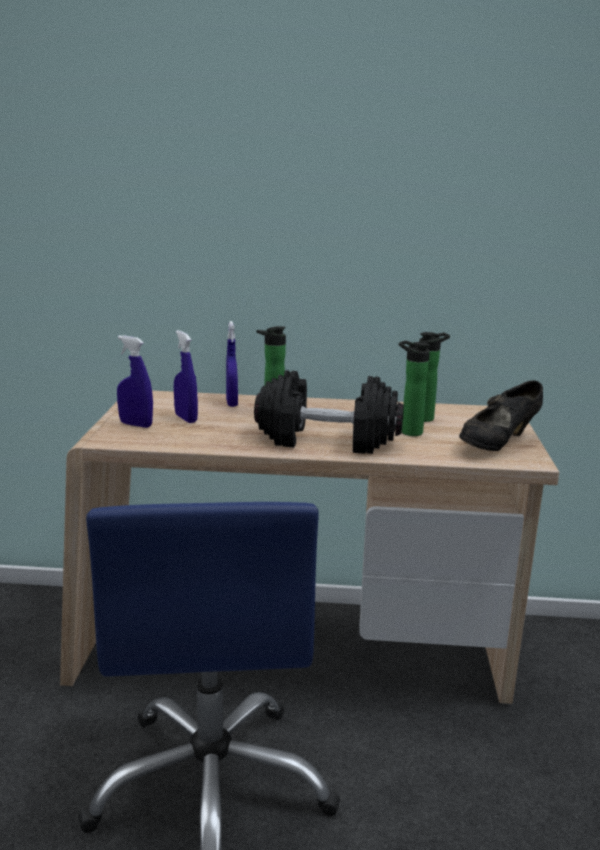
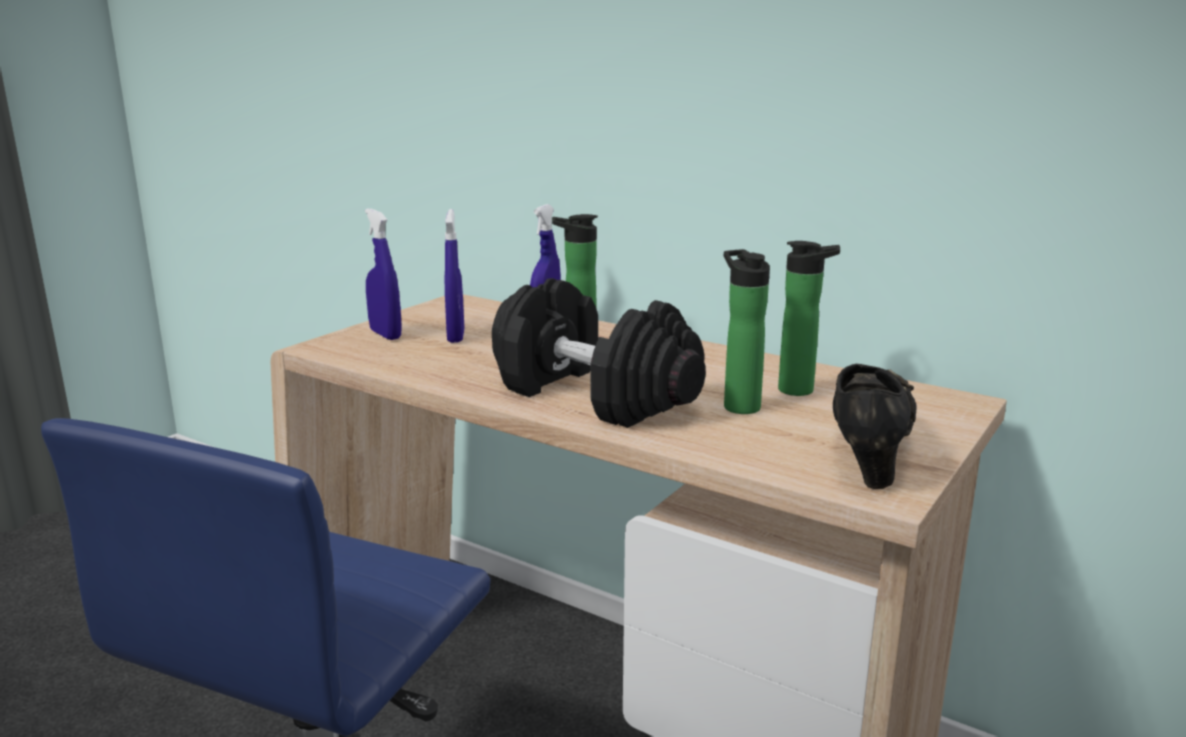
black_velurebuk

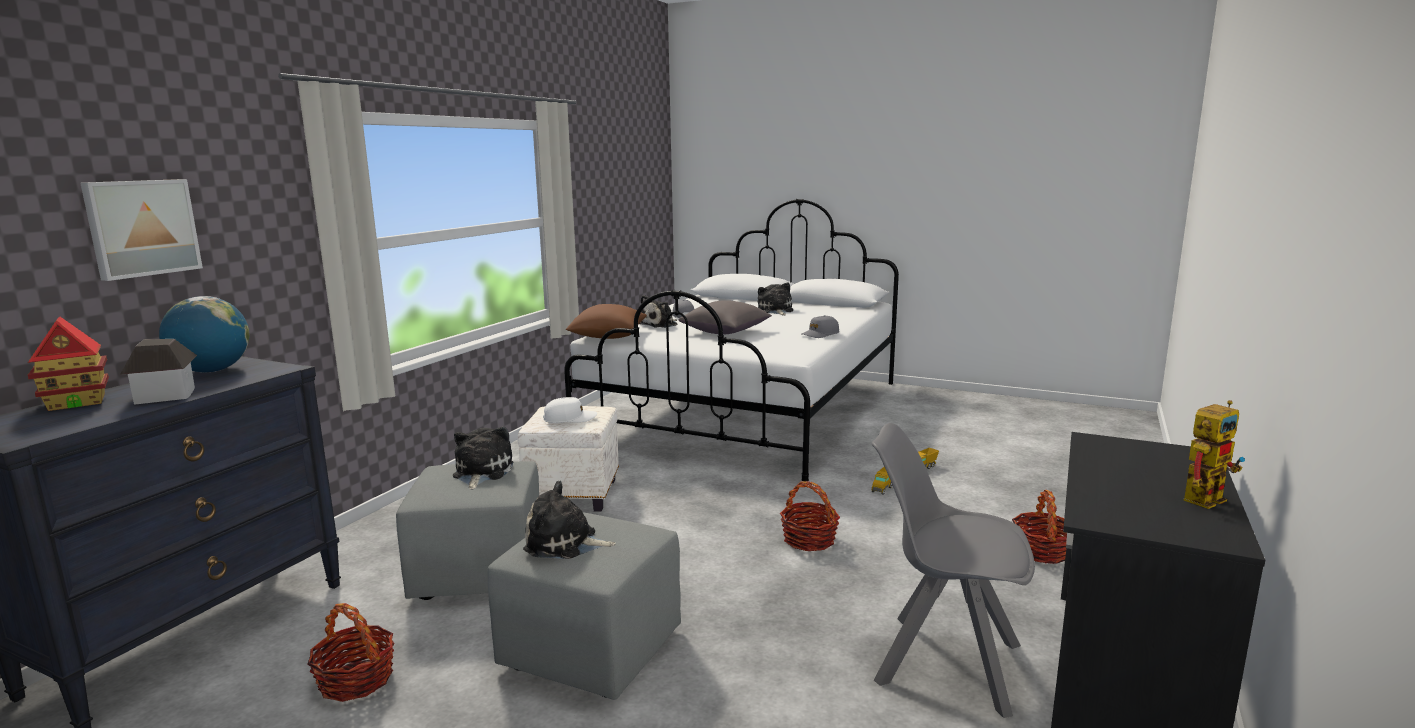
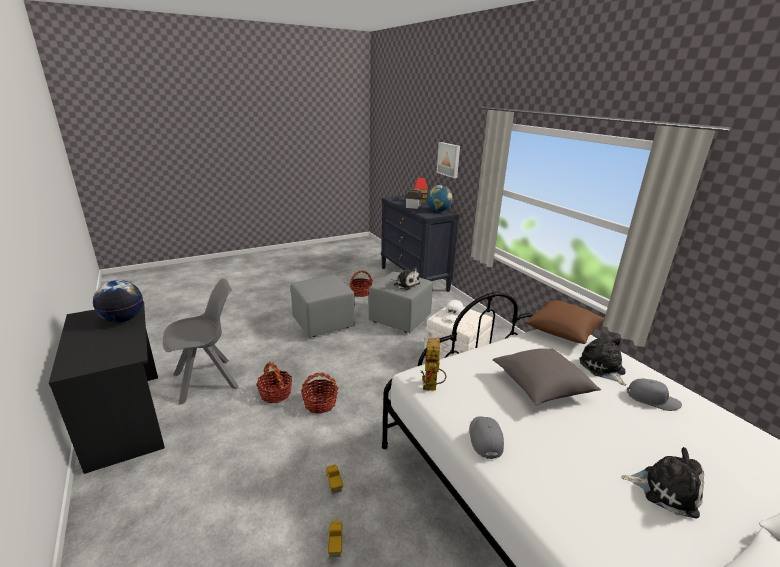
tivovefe (no. 1 from left)
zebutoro (no. 1 from left)
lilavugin
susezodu (no. 2 from left in the first image)

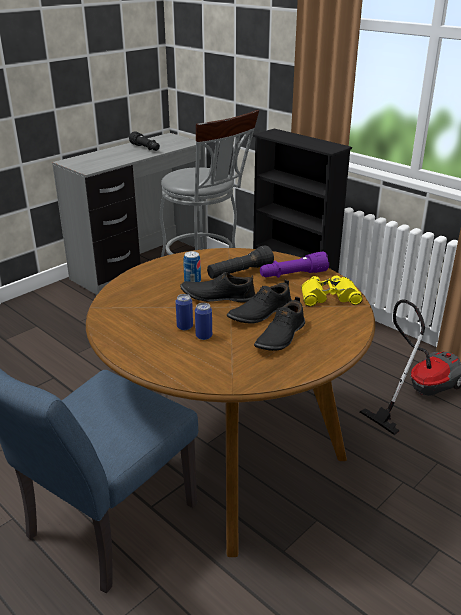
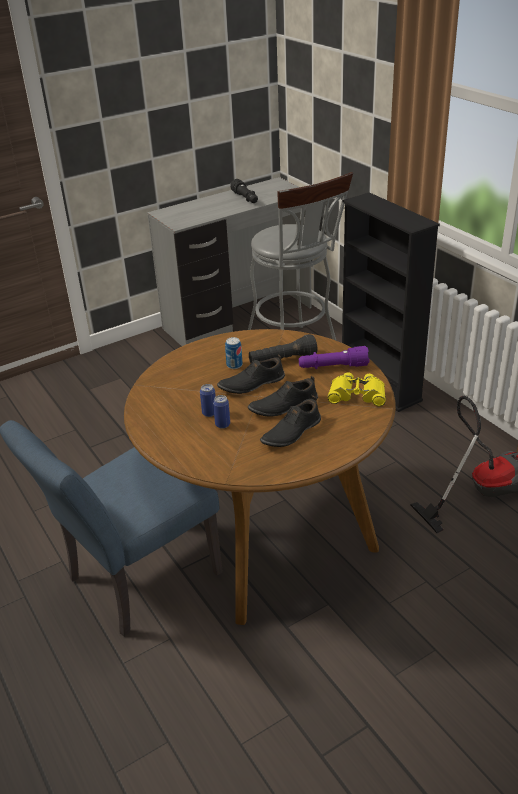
black_velurebuk (no. 1 from left)

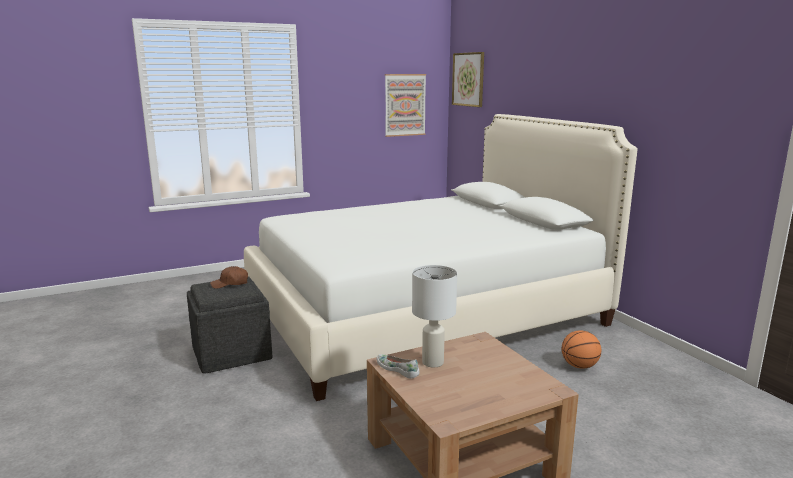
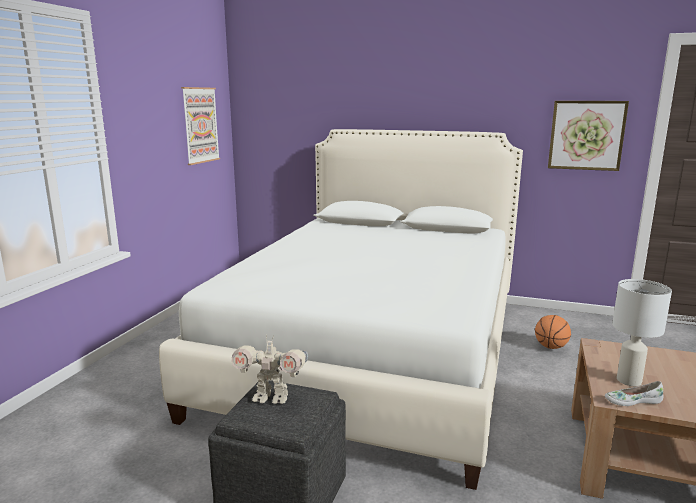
lilavugin
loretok (no. 2 from left)

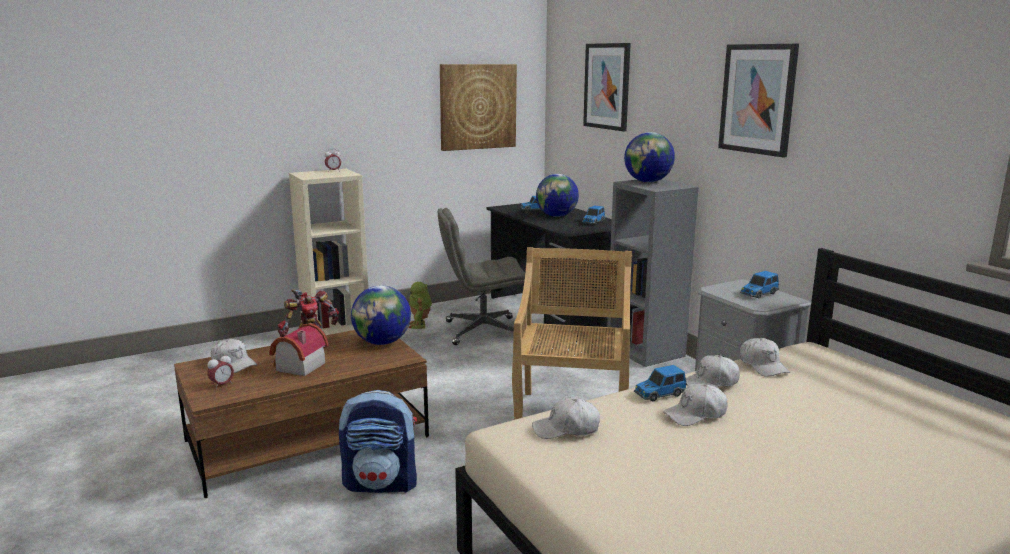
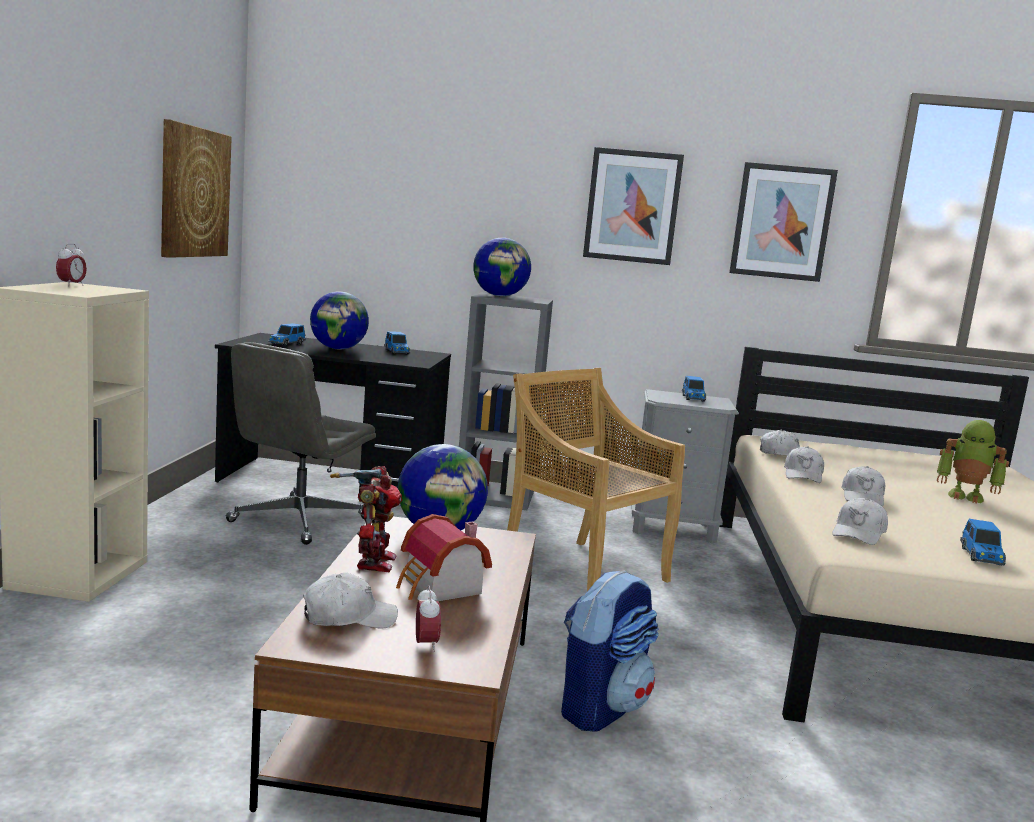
loretok (no. 3 from left)
lilavugin (no. 2 from left)
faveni (no. 4 from left)

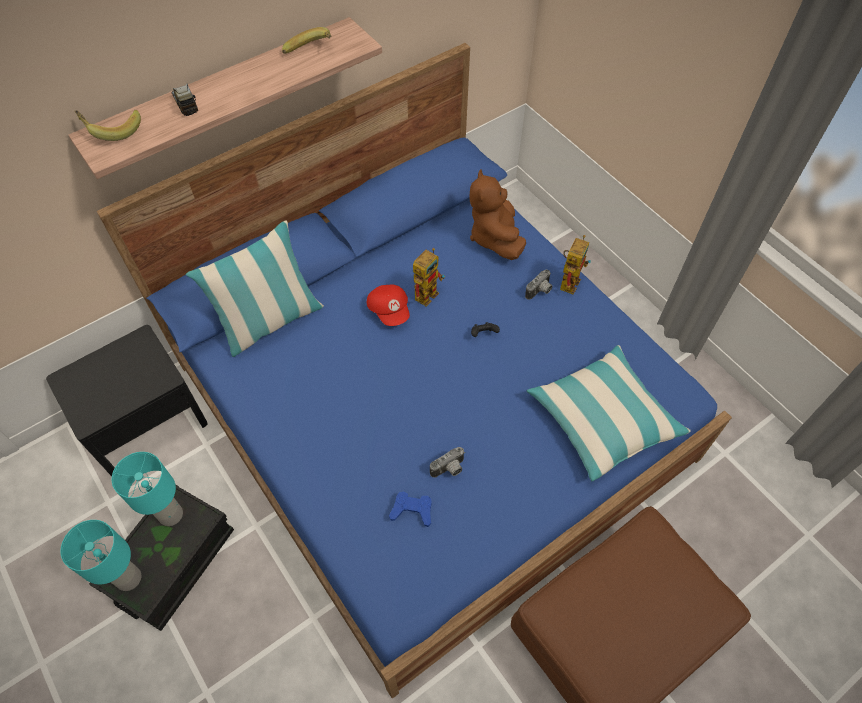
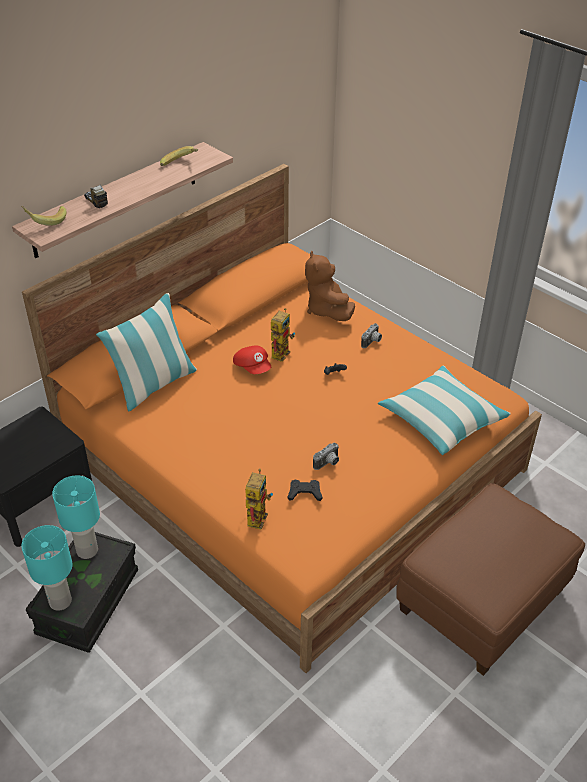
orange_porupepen
lilavugin (no. 1 from left)
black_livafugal (no. 1 from left)

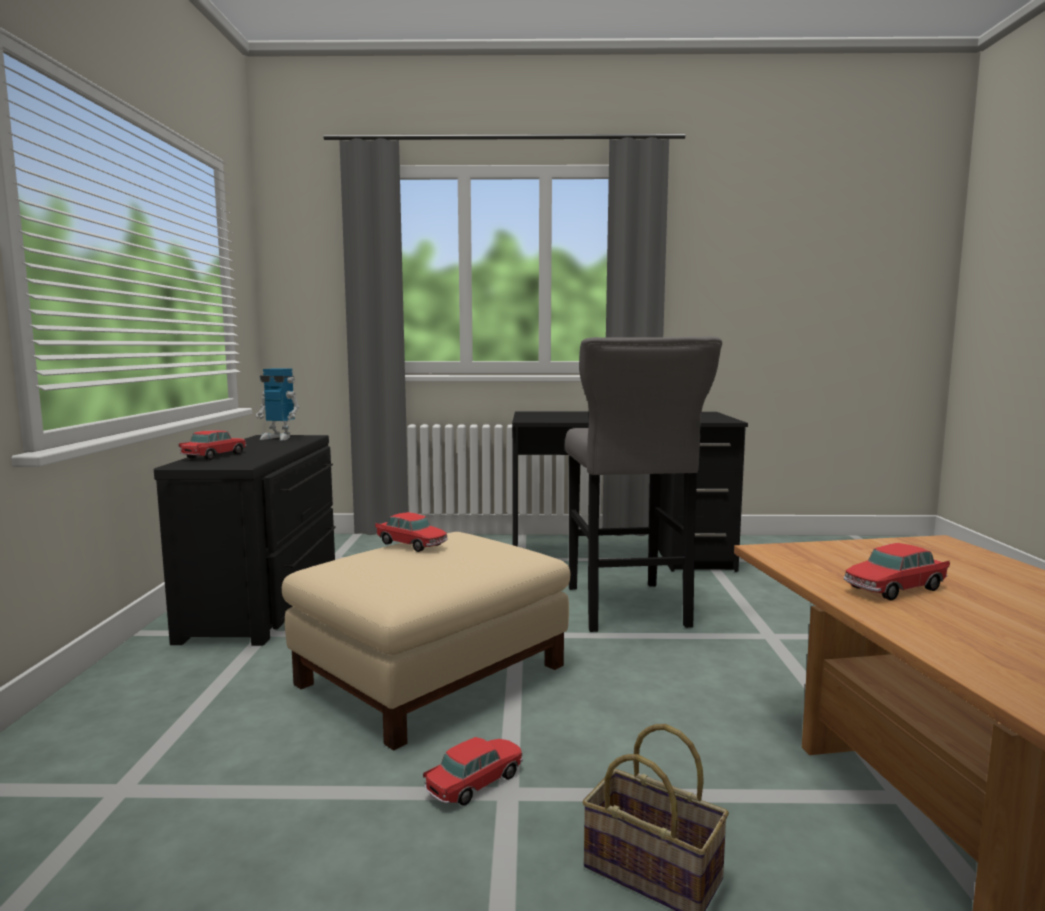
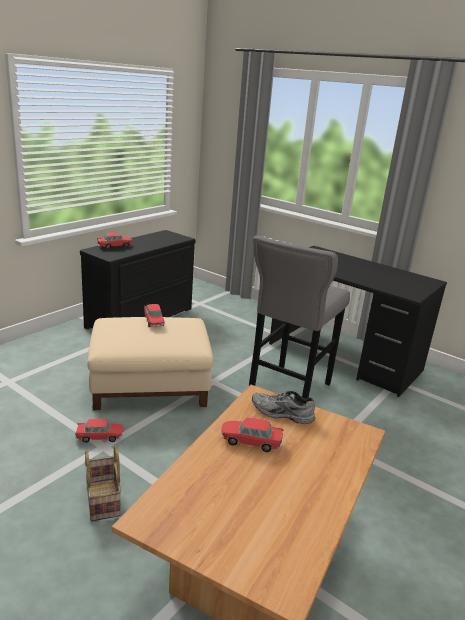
grey_velurebuk
lilavugin

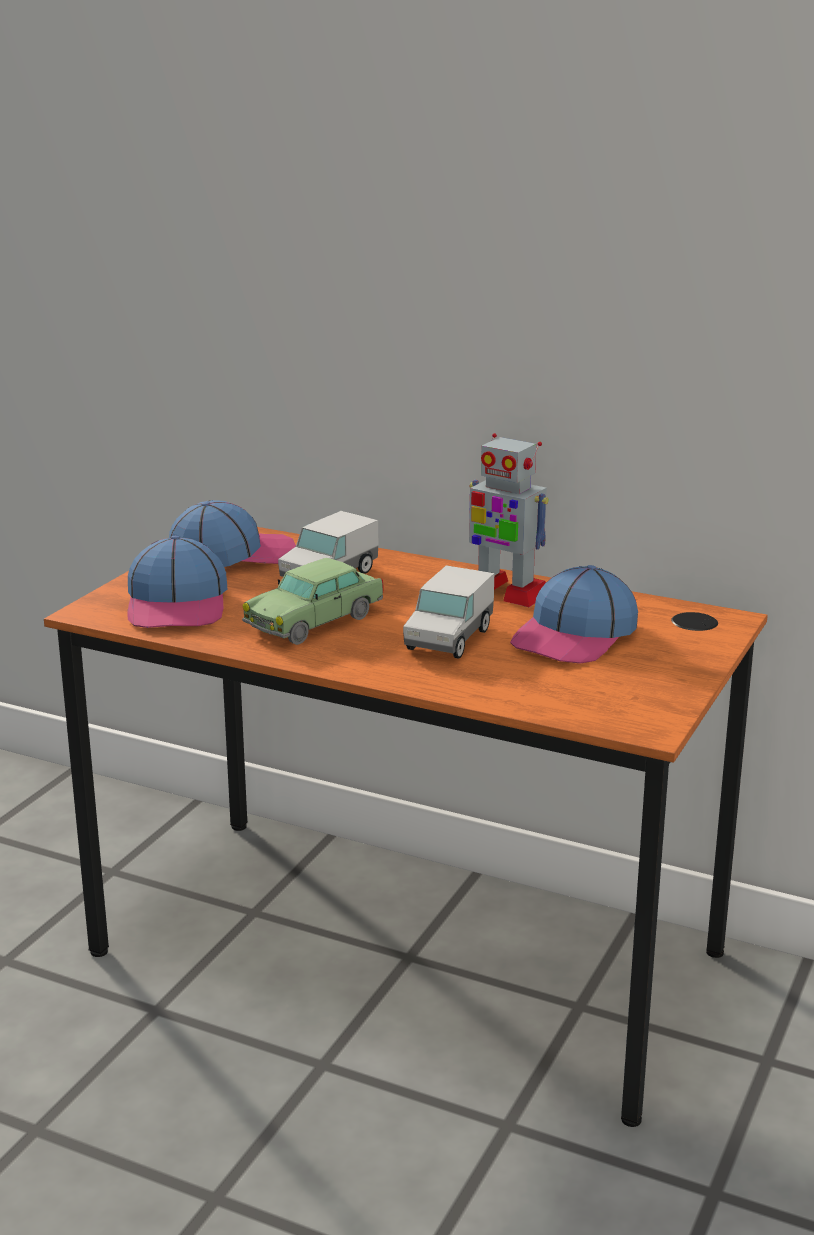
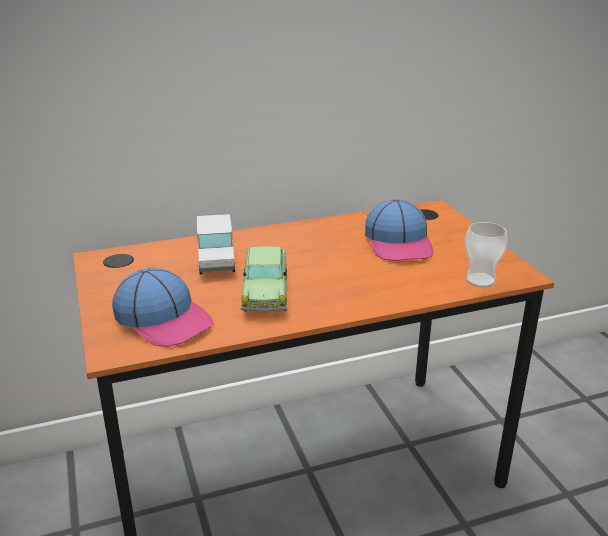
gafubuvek
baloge (no. 2 from left in the first image)
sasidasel (no. 2 from left in the first image)
lilavugin

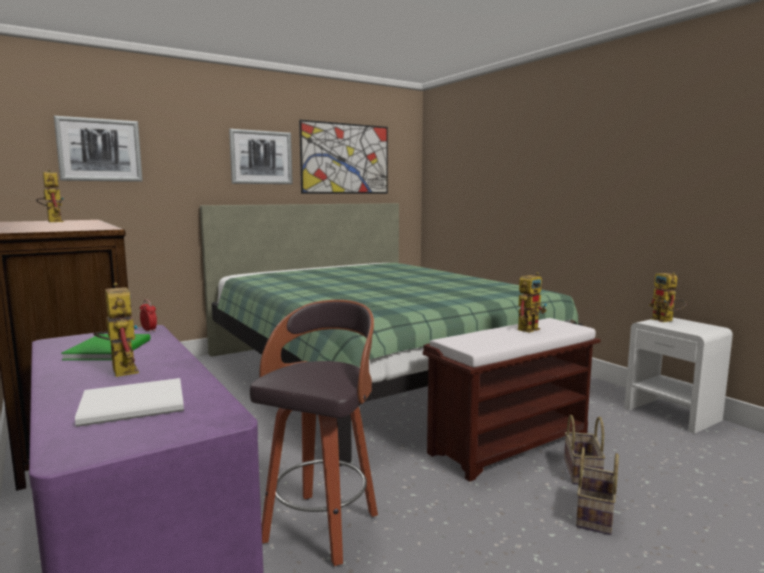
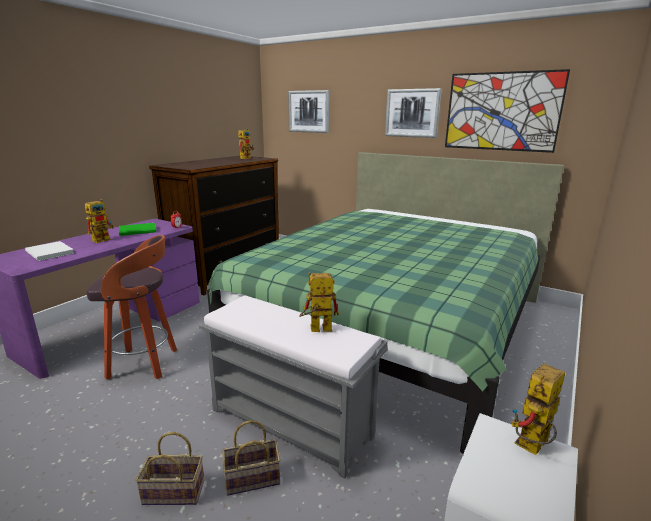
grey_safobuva
lilavugin (no. 3 from left)

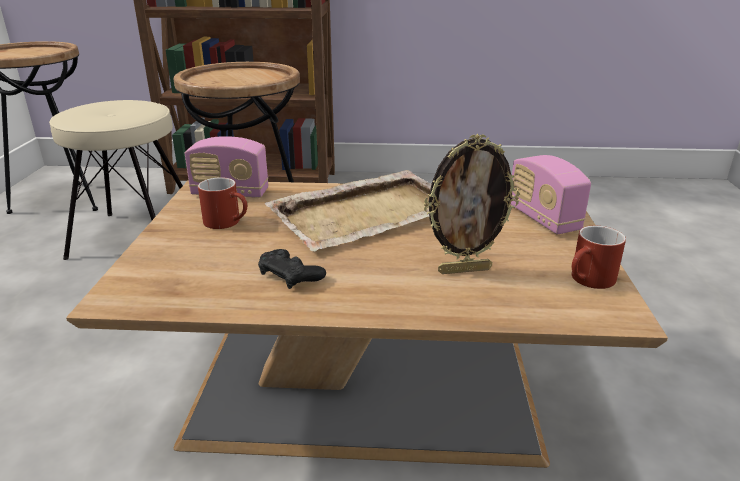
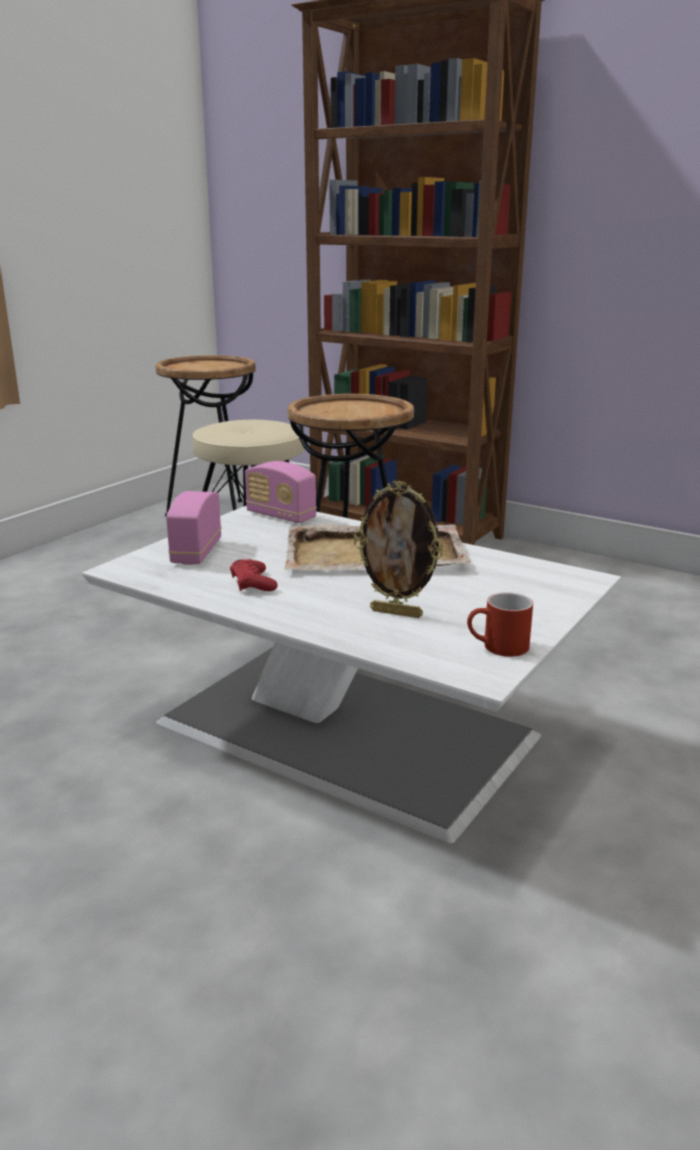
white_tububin
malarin (no. 1 from left)
red_livafugal
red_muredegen (no. 1 from left in the first image)

